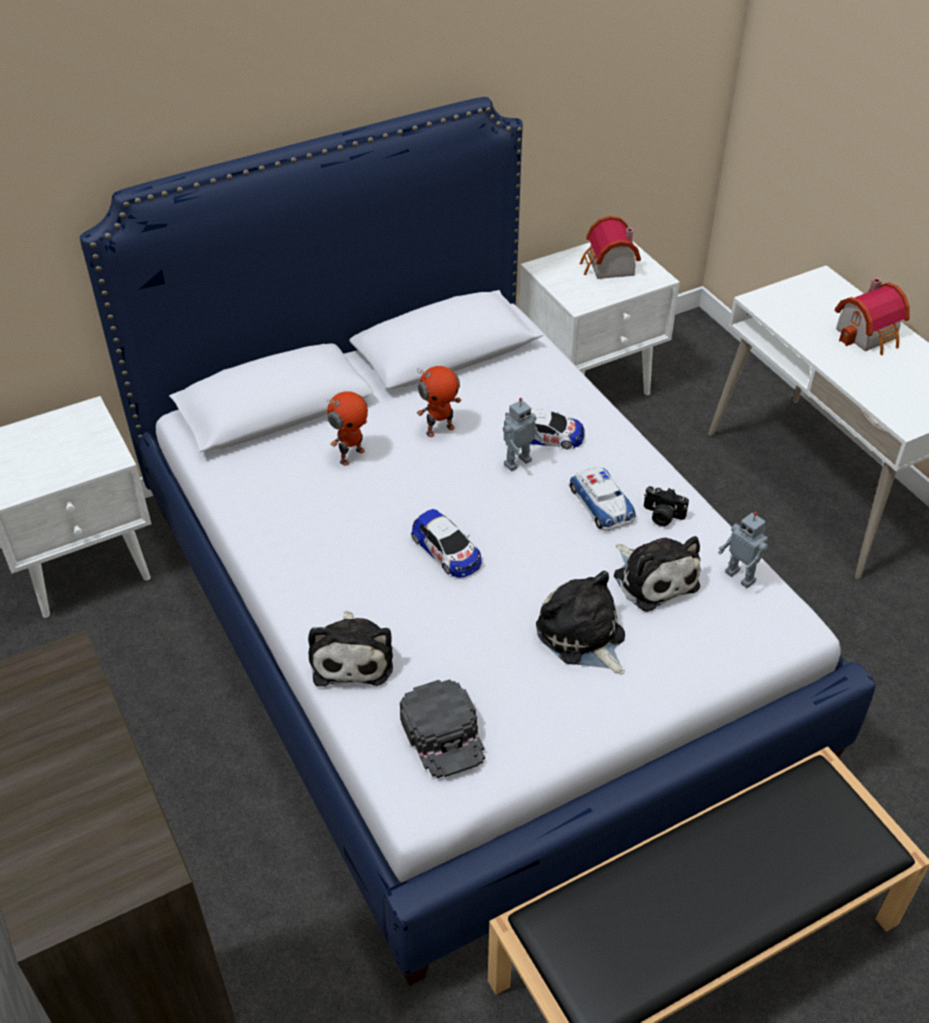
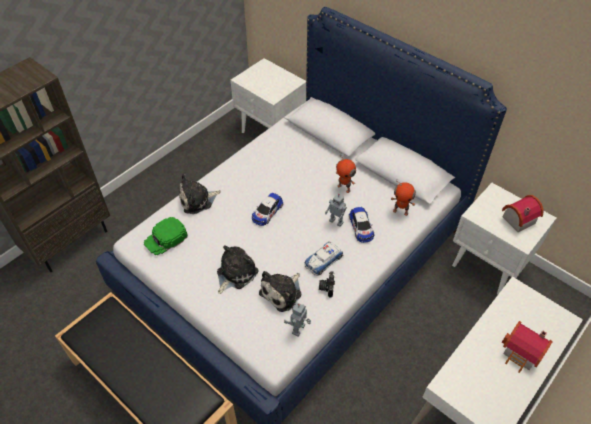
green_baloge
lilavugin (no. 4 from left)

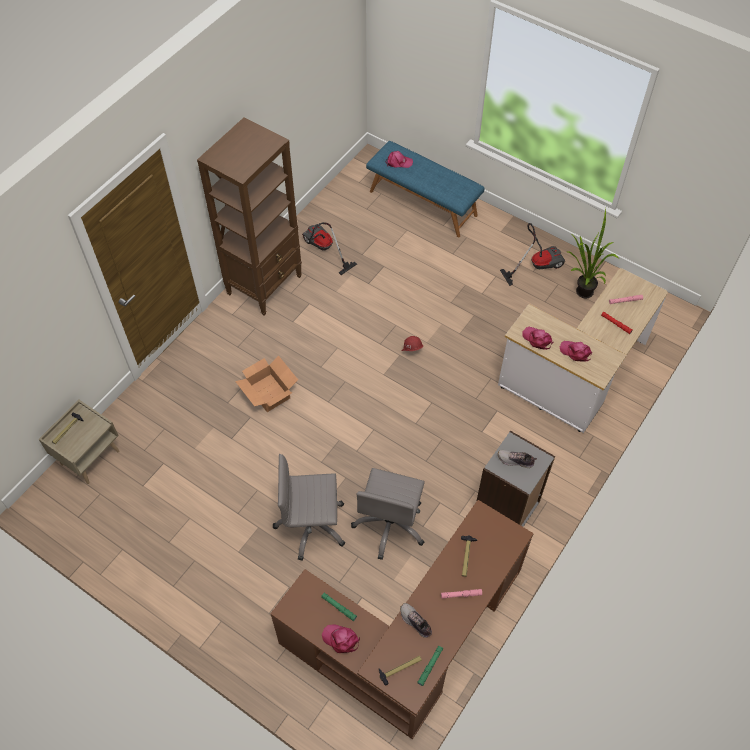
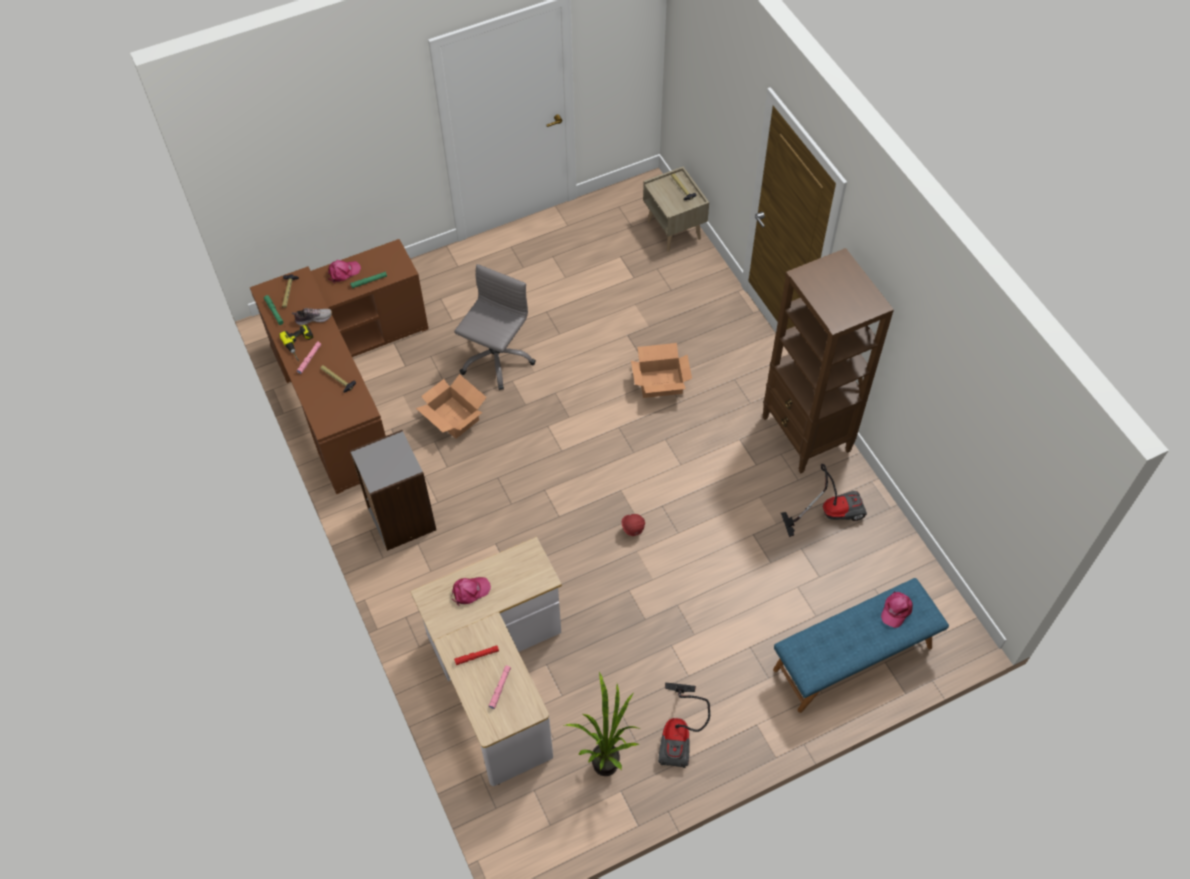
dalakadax
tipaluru (no. 1 from left)
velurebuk (no. 2 from left in the first image)
pink_baloge (no. 3 from left in the first image)

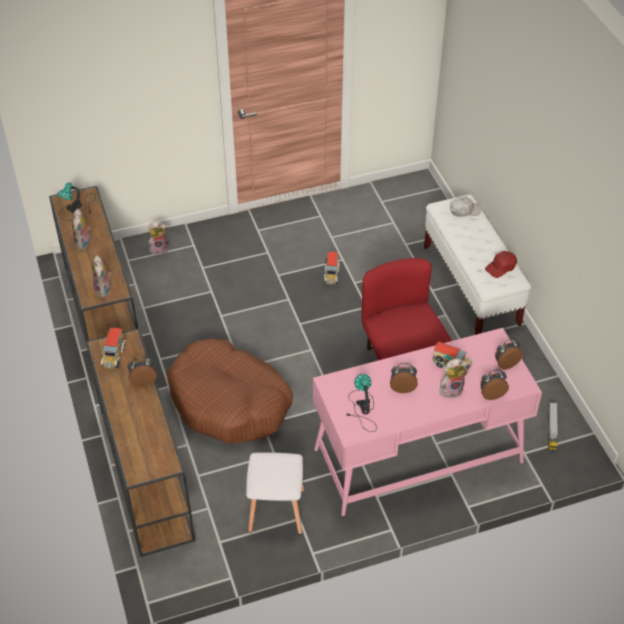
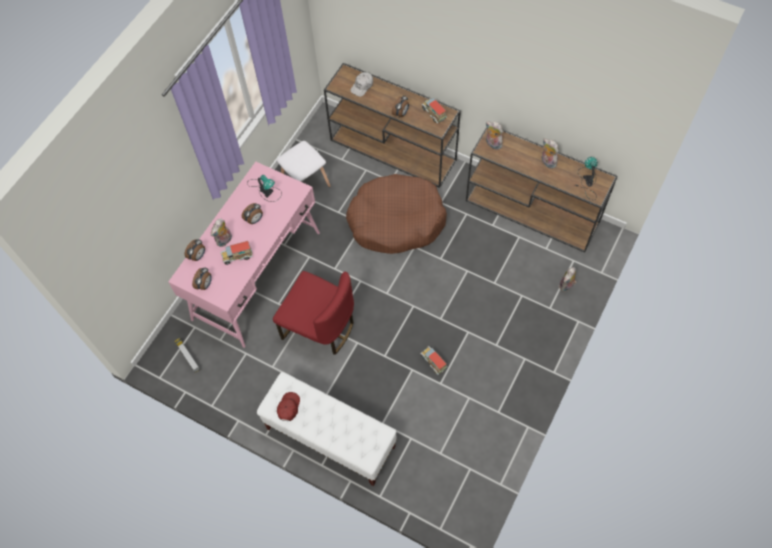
white_baloge

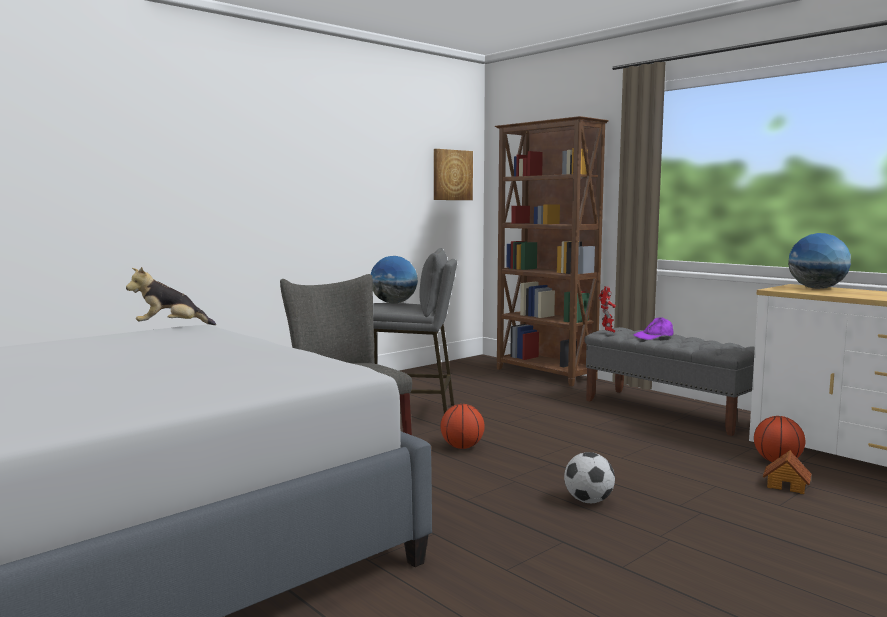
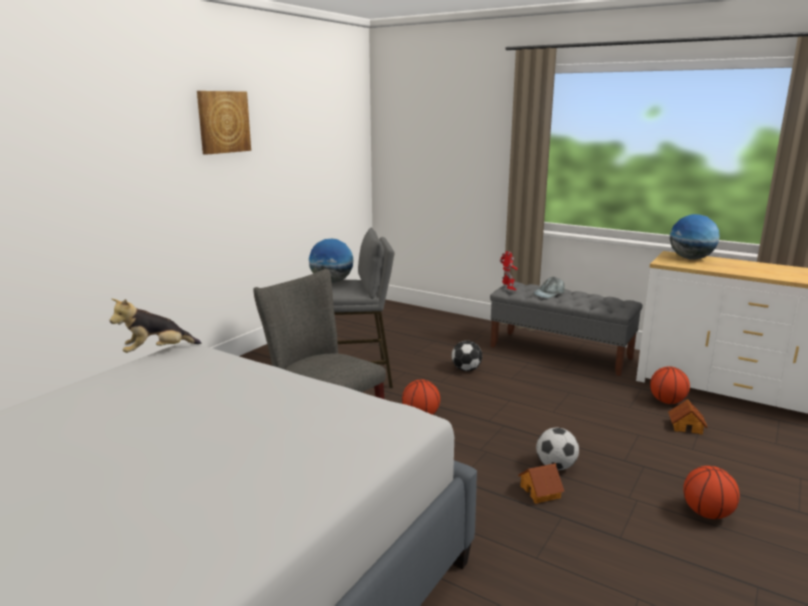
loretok
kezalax (no. 1 from left)
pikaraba (no. 1 from left)
grey_baloge
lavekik (no. 3 from left)
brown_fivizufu

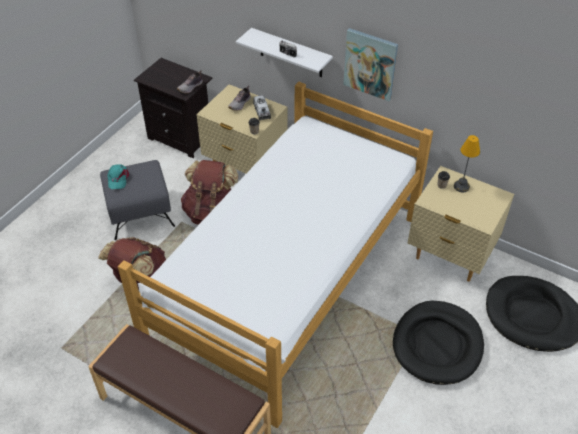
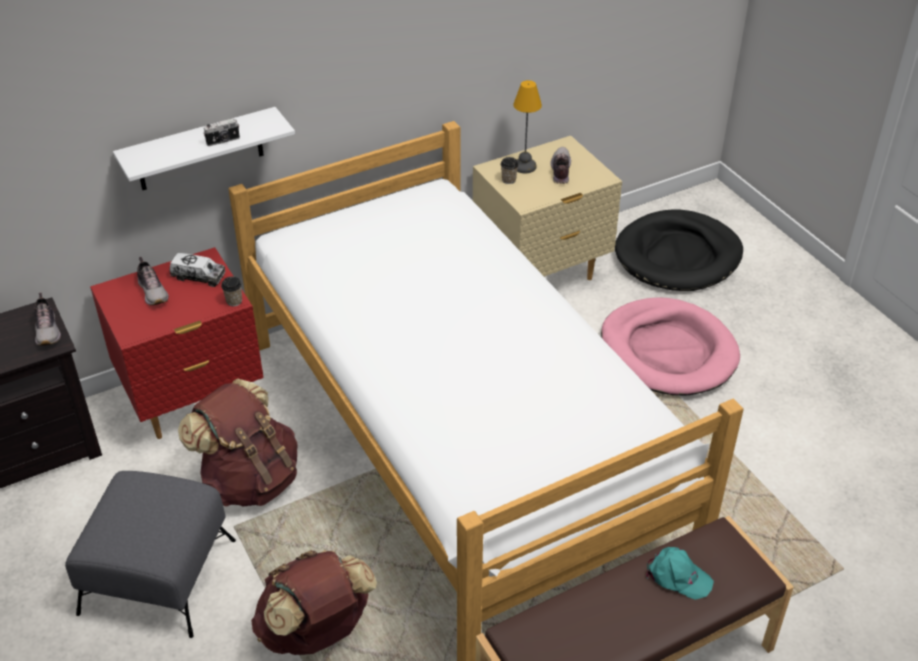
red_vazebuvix
velurebuk (no. 3 from left)
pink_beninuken
turquoise_baloge
loretok

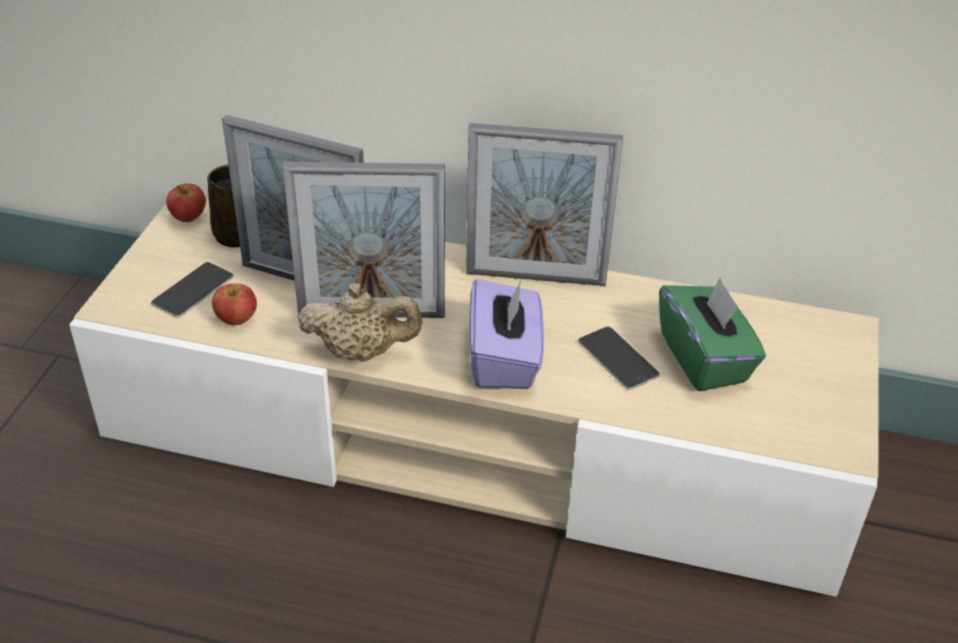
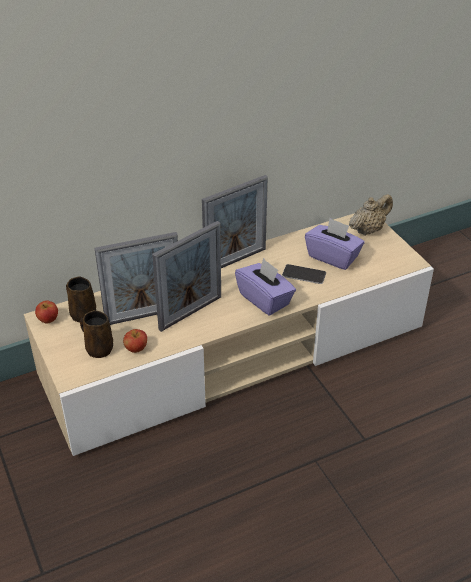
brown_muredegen (no. 2 from left)
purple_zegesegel (no. 2 from left)
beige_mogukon

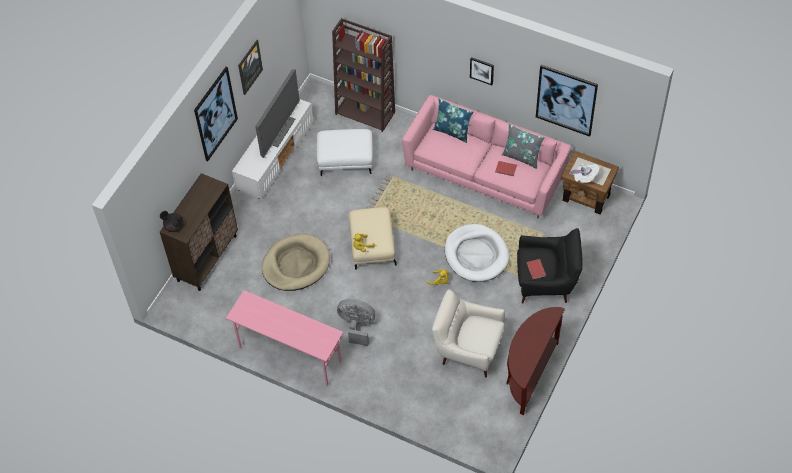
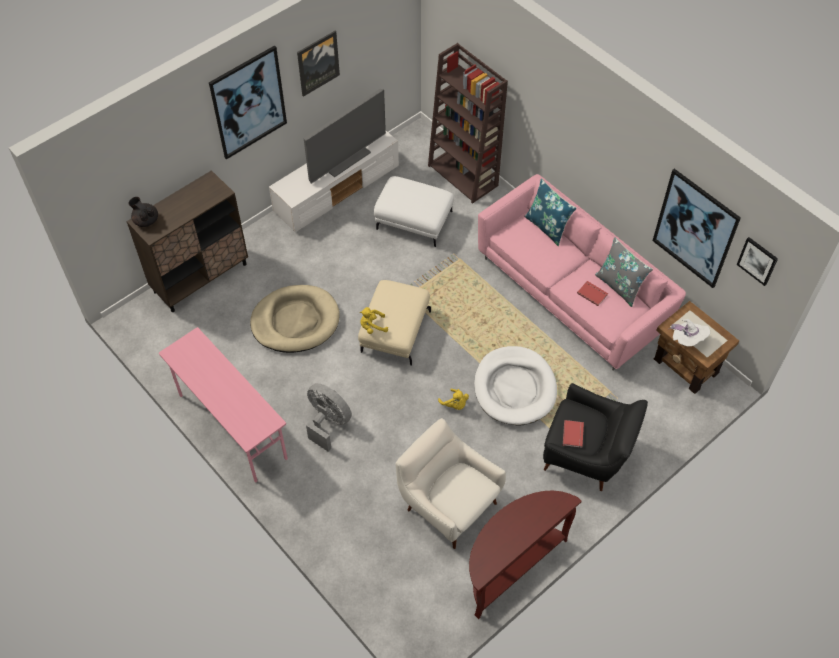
loretok (no. 4 from left)

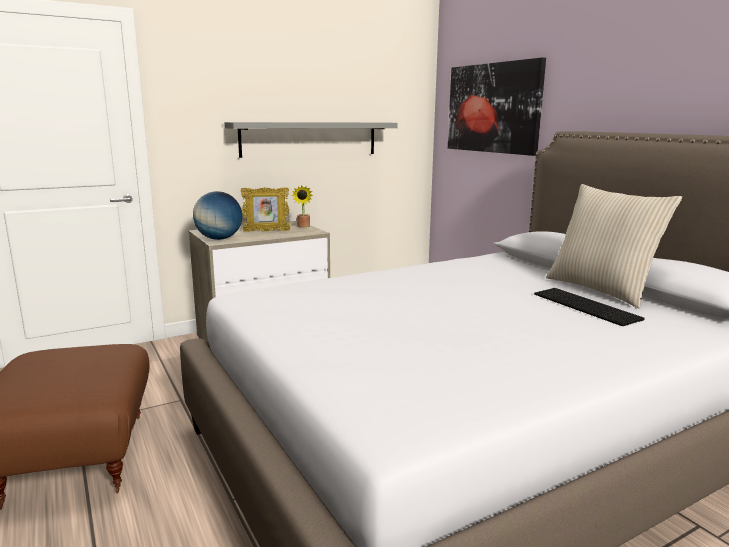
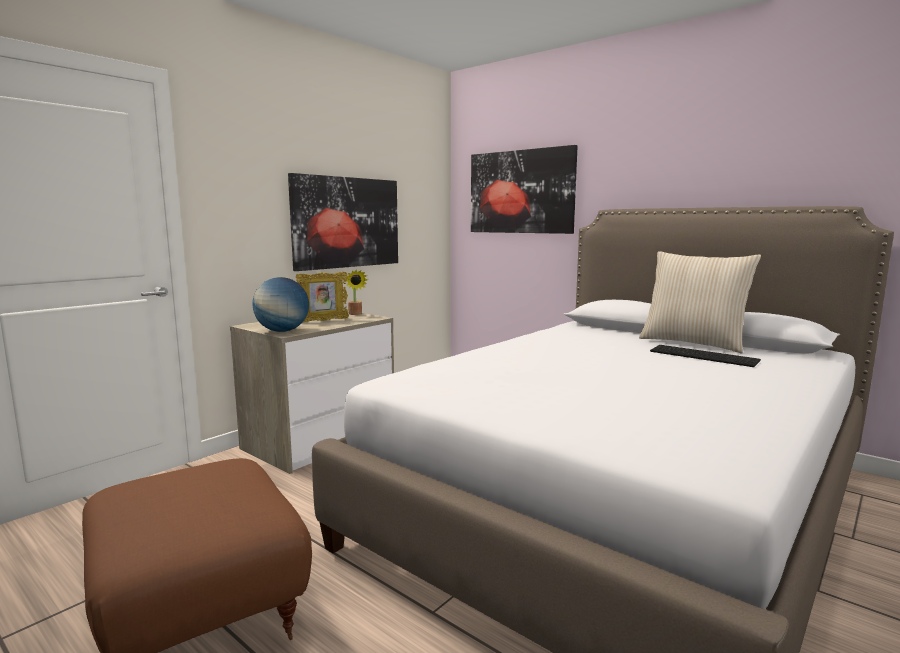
loretok (no. 1 from left)

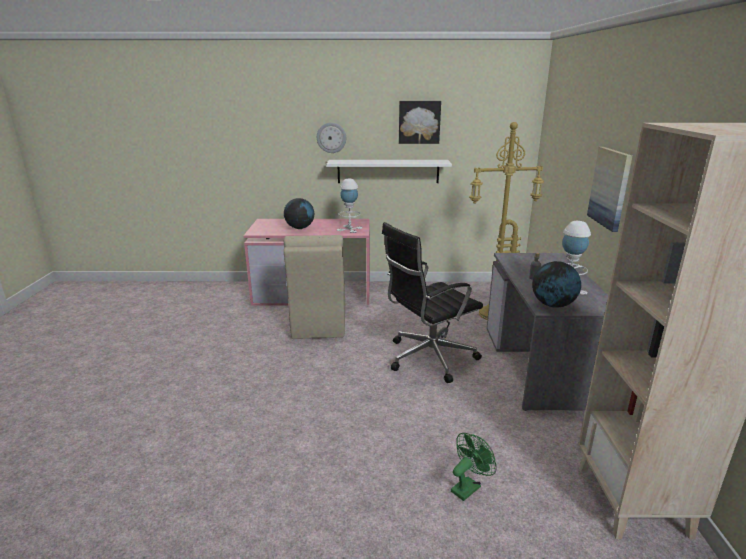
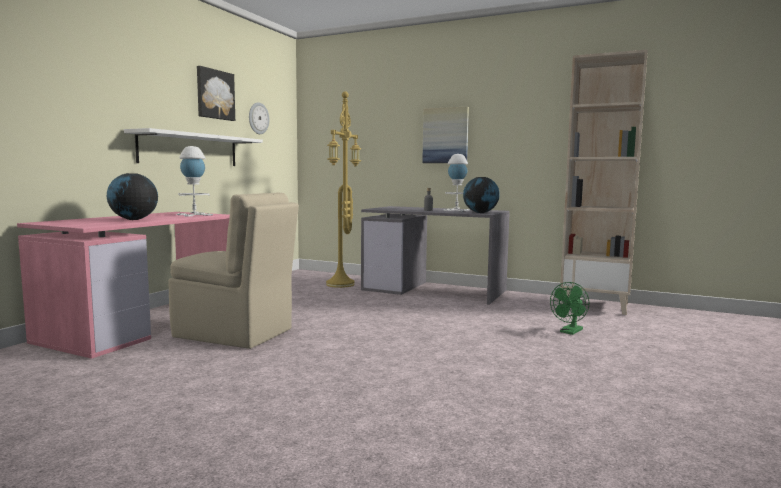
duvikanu
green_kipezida
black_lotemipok

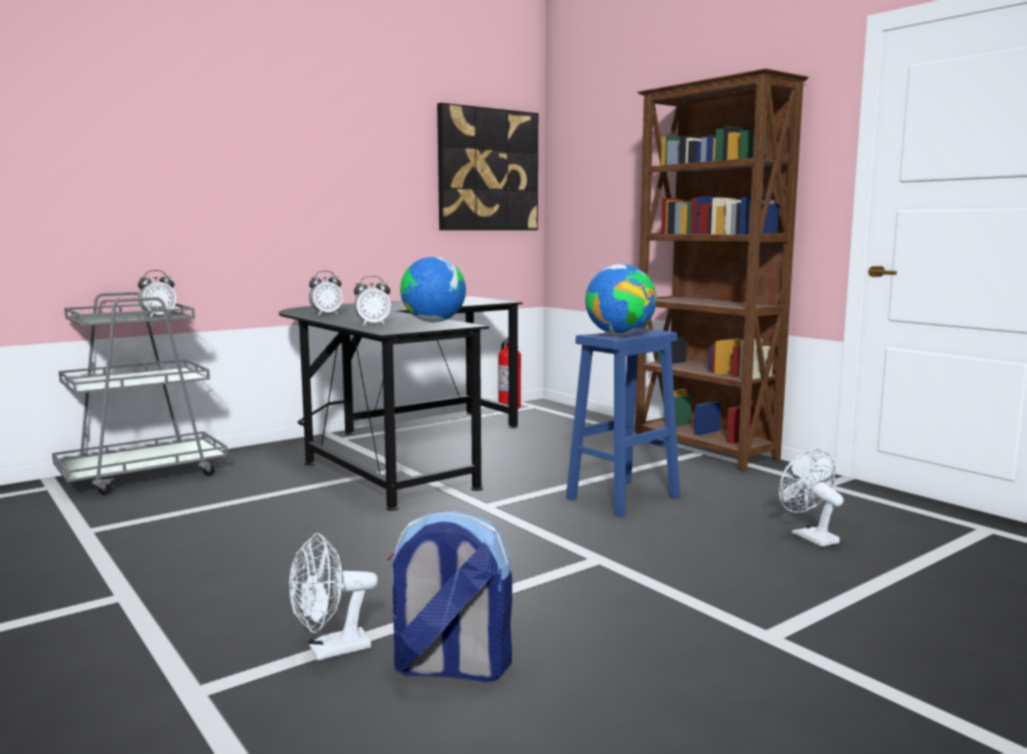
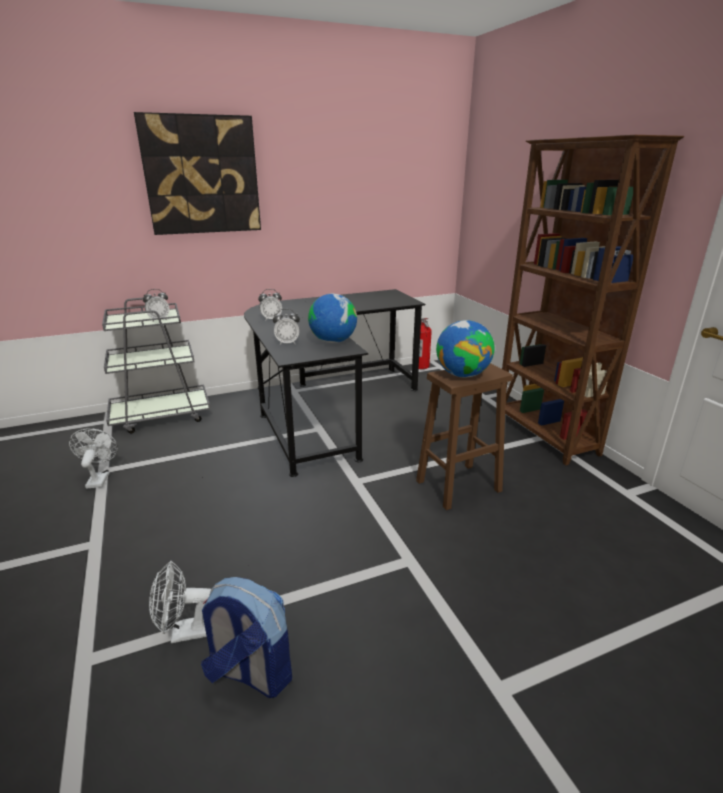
white_kipezida (no. 1 from left)
loretok
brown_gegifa

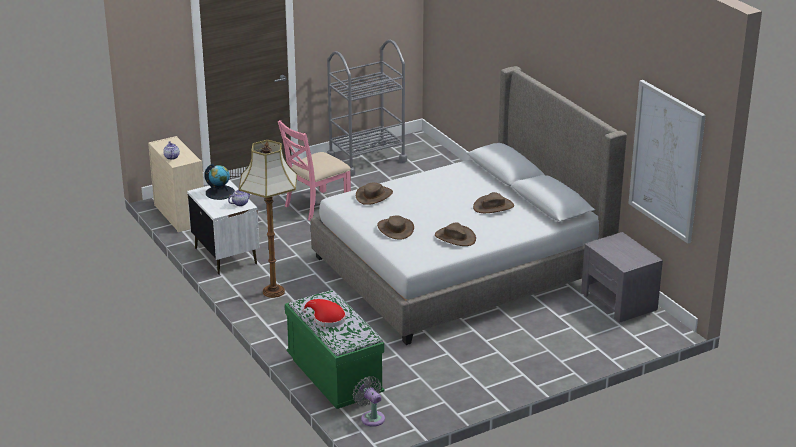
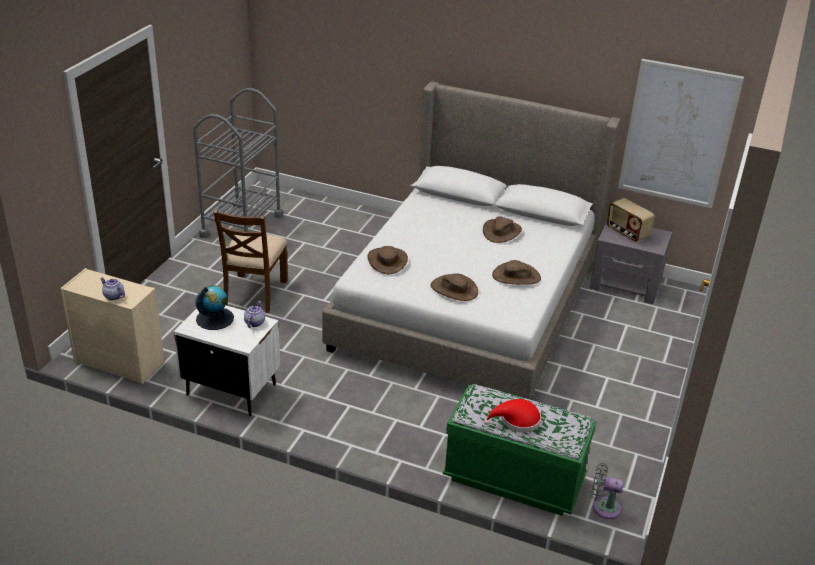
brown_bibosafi
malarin
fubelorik

